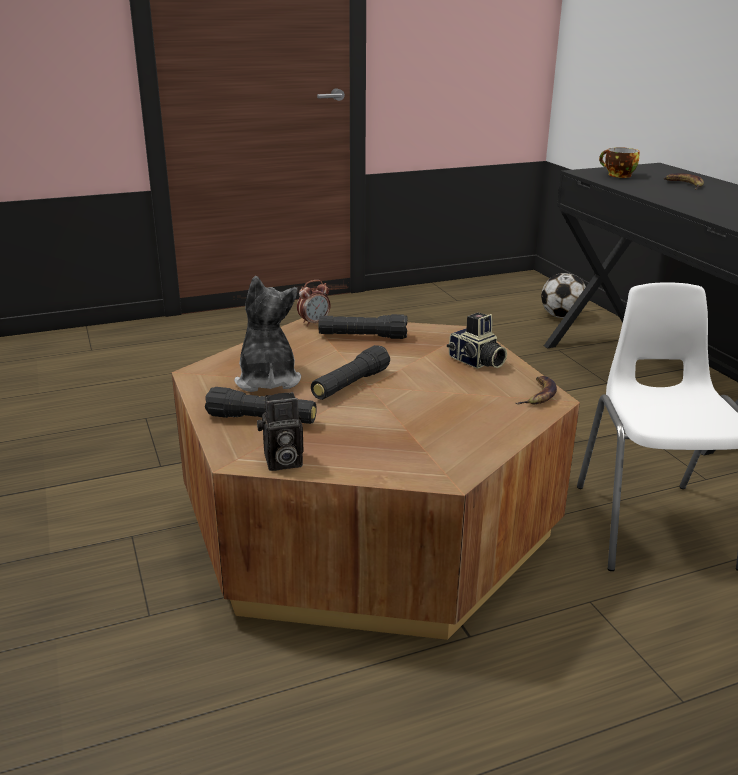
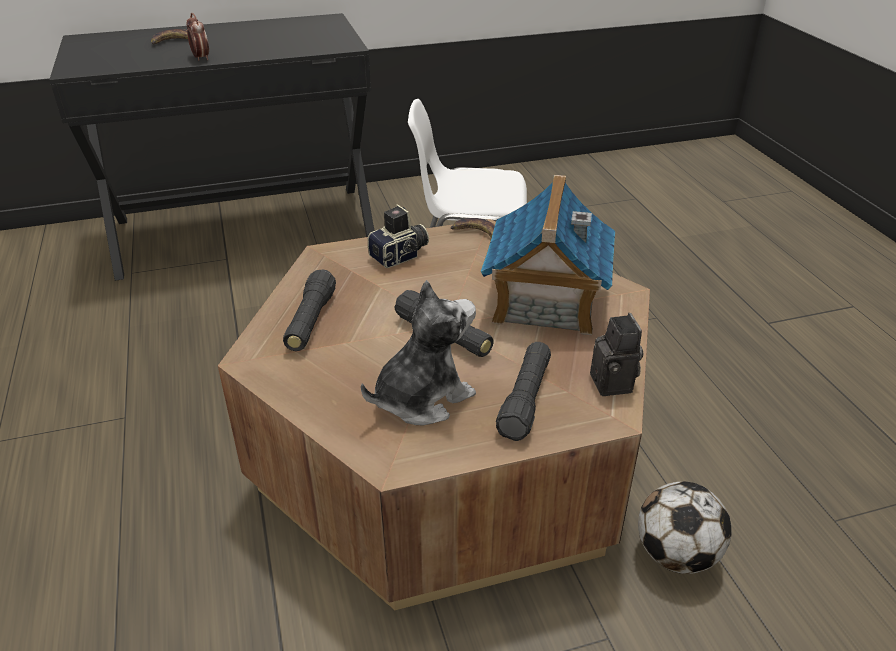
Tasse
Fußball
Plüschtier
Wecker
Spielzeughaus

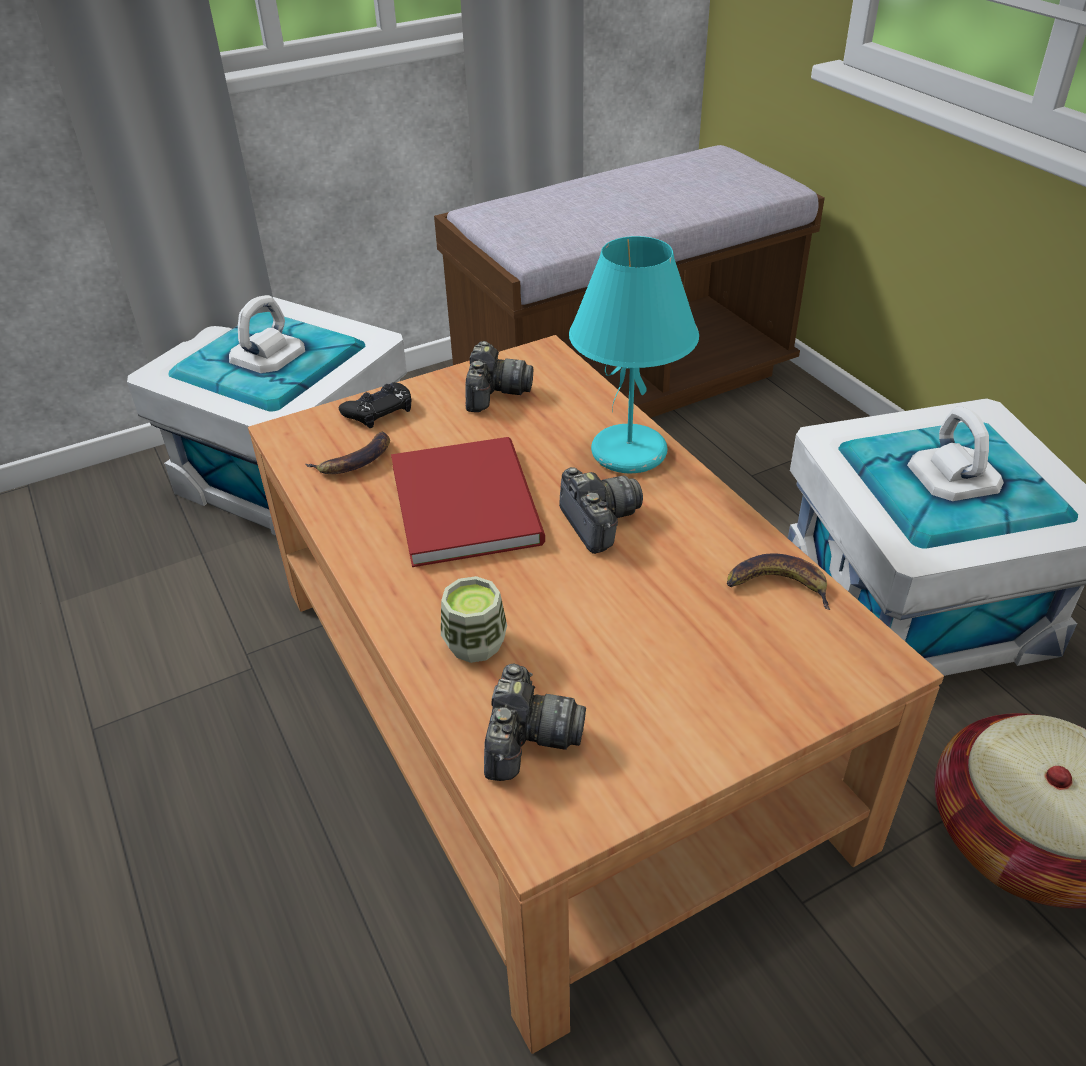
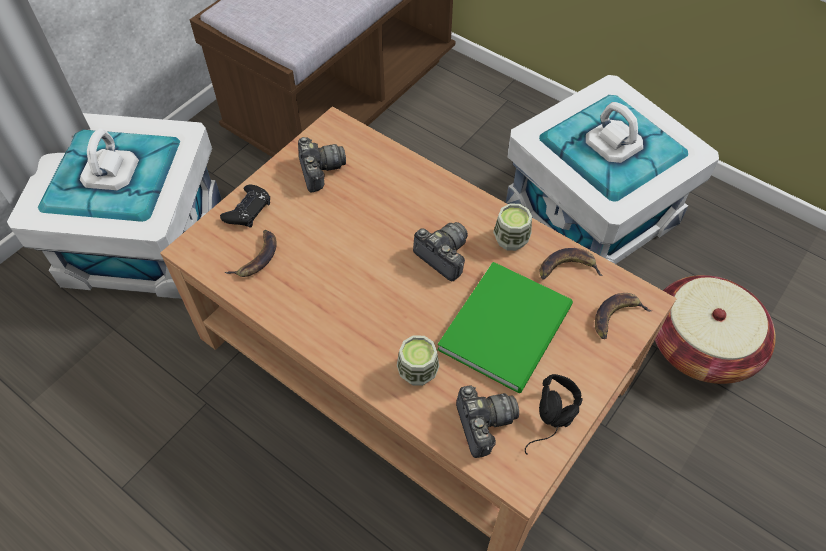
Tischlampe [türkis]
Buch [rot]
Tasse (2nd from left)
Buch [grün]
Banane (3rd from left)
Kopfhörer [schwarz]

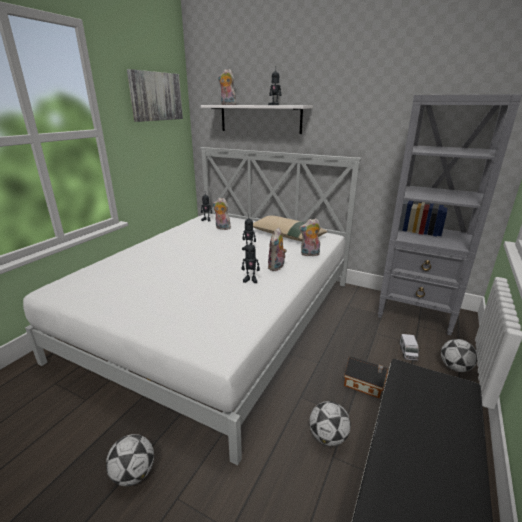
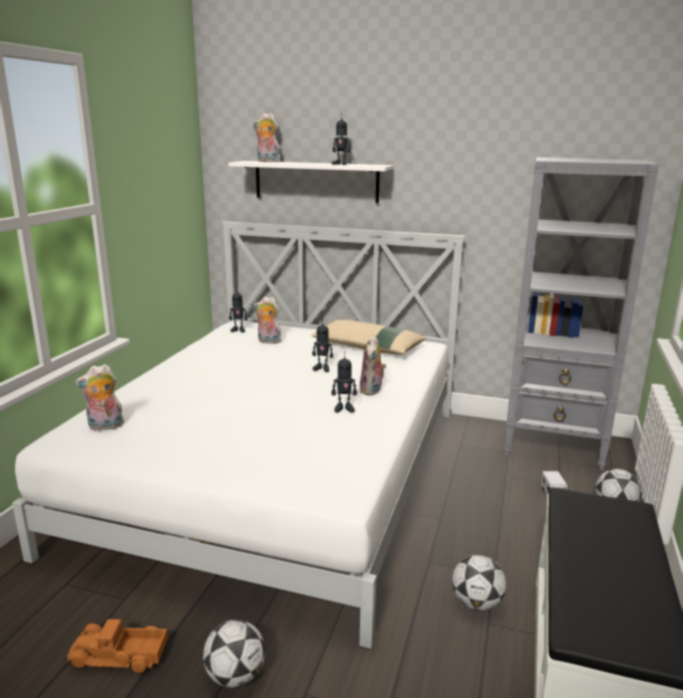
Bild
Plüschtier (1st from left)
Spielzeughaus
Spielzeuglaster (1st from left)

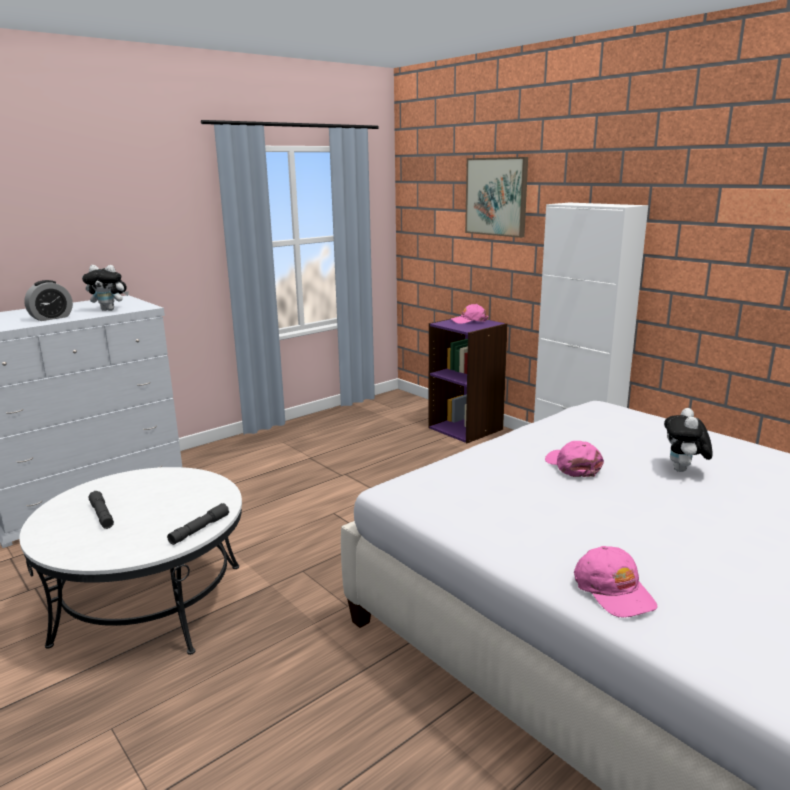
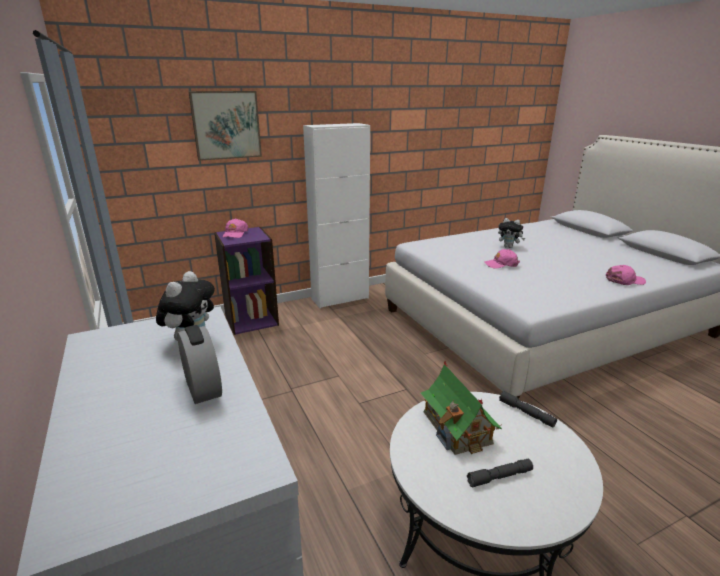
Spielzeughaus

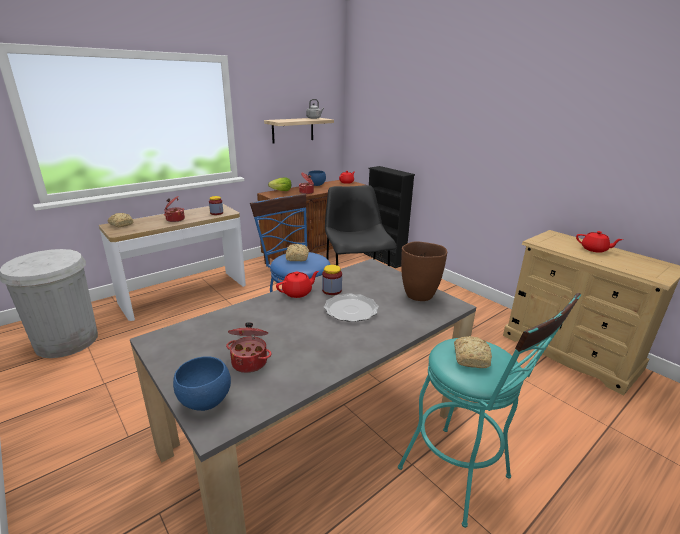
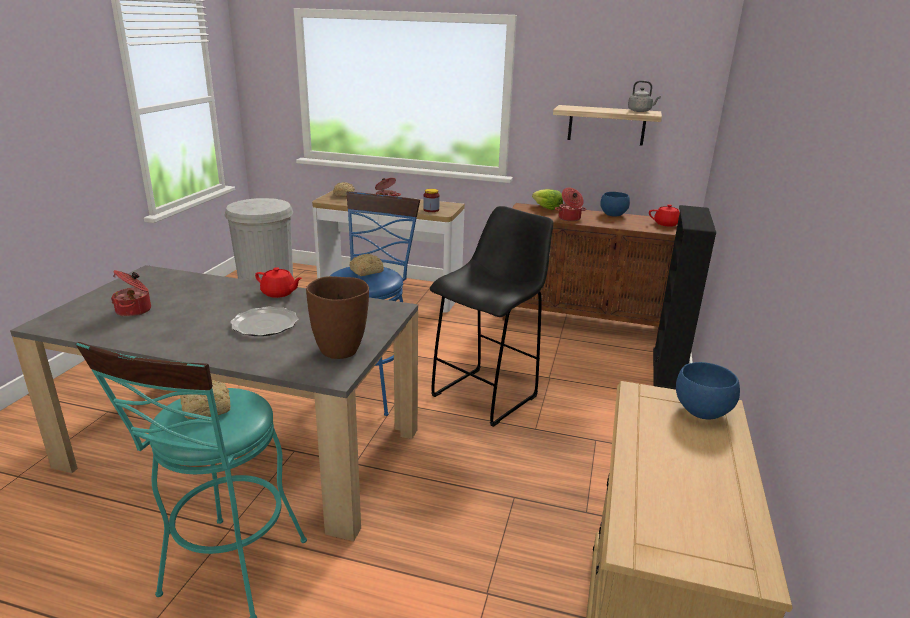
Teekanne [rot] (3rd from left in the first image)
Vorratsglas (2nd from left in the first image)
Schüssel [blau] (2nd from left)

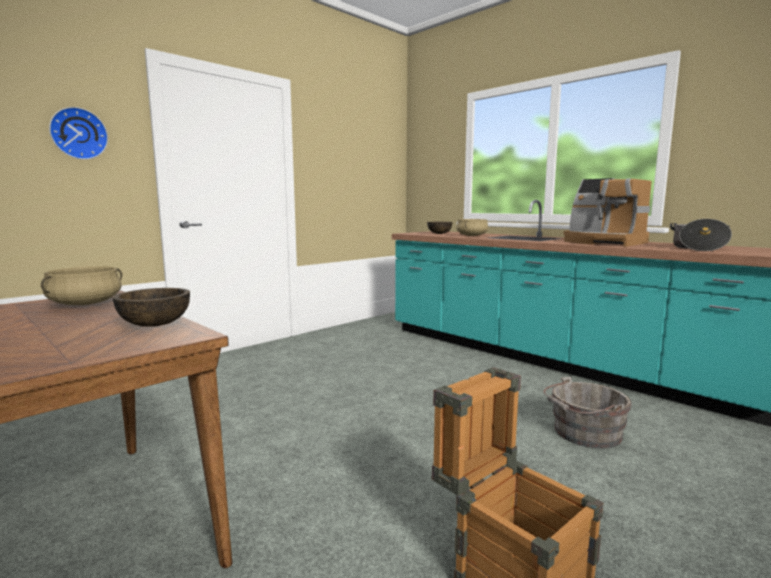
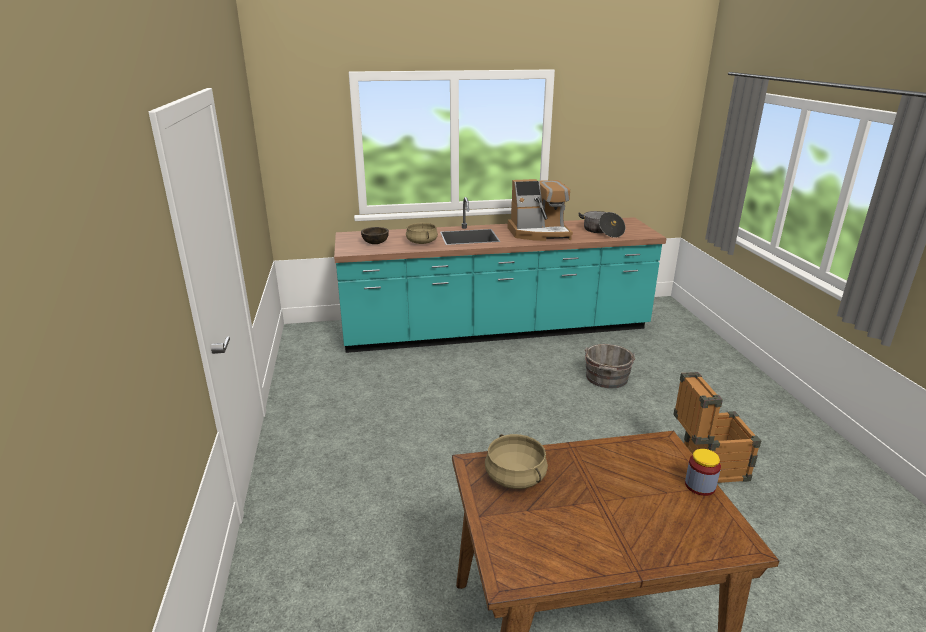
Wanduhr
Schüssel [braun] (1st from left in the first image)
Vorratsglas

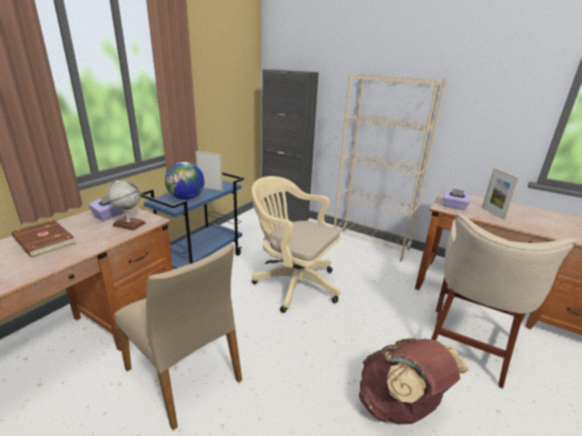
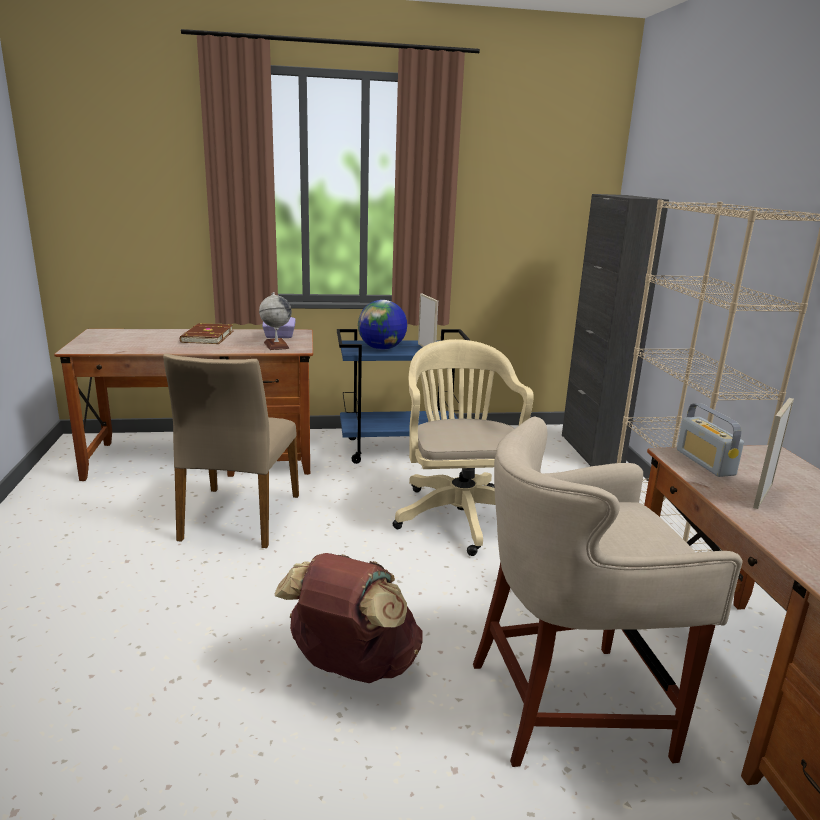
Radio

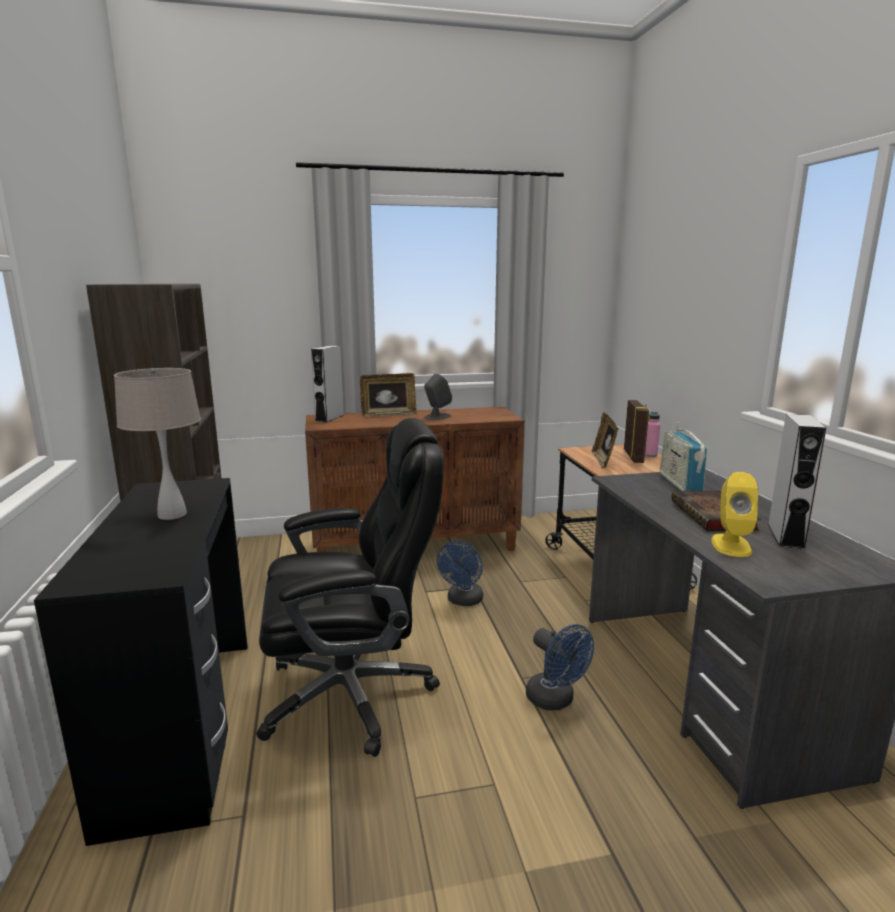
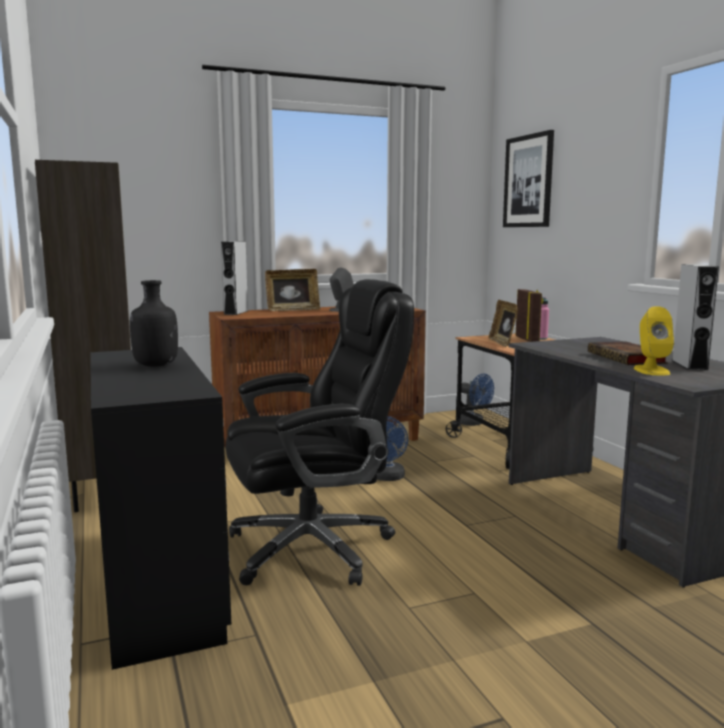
Flasche [schwarz]
Radio
Ventilator [blau] (2nd from left)
Bild

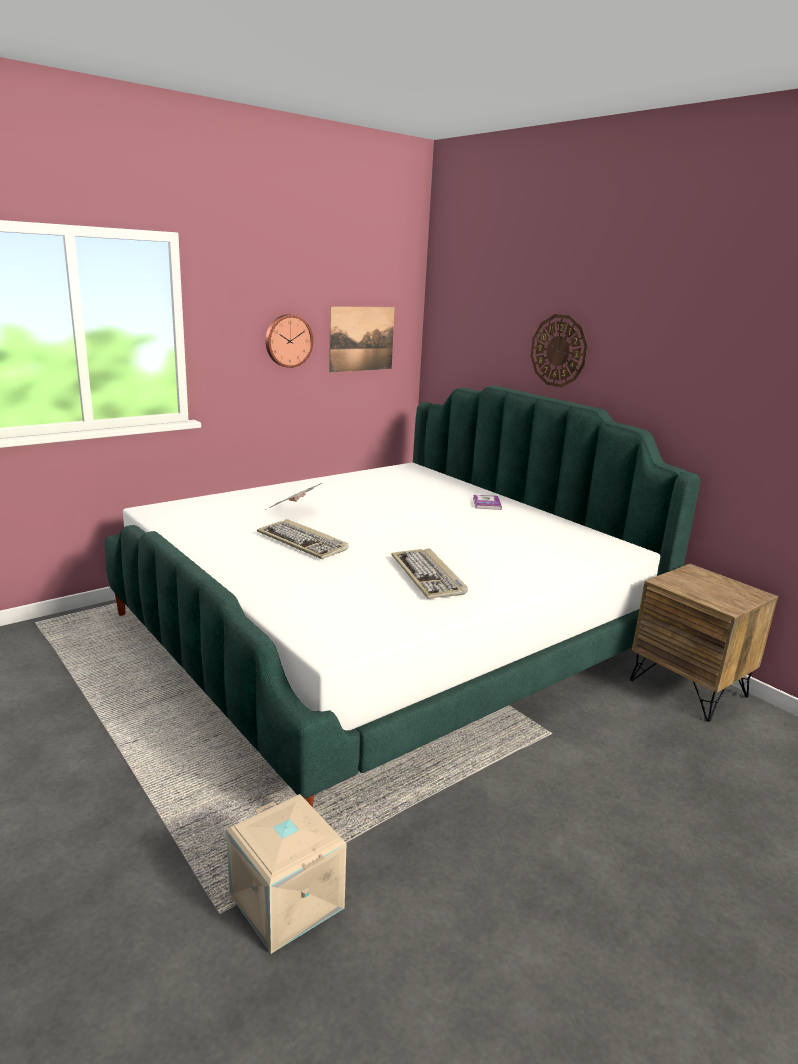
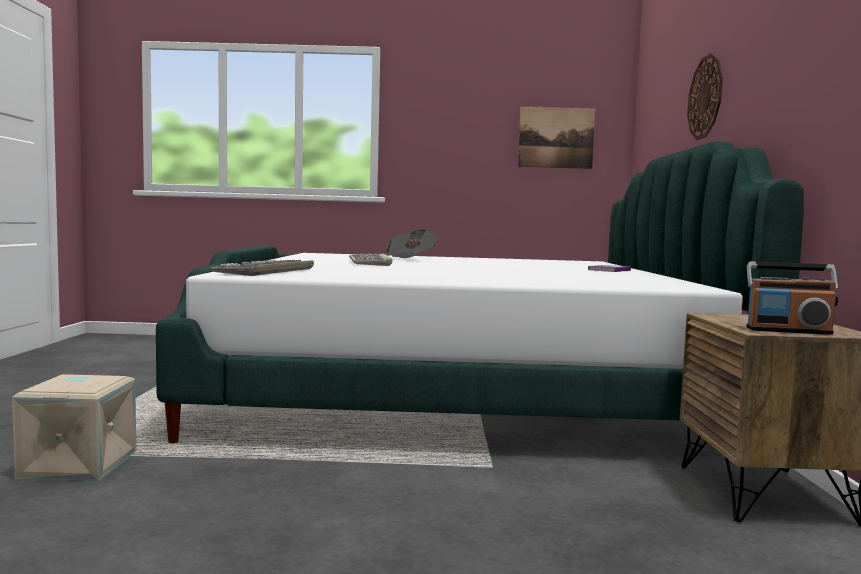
Wanduhr (1st from left in the first image)
Tastatur (1st from left)
Radio

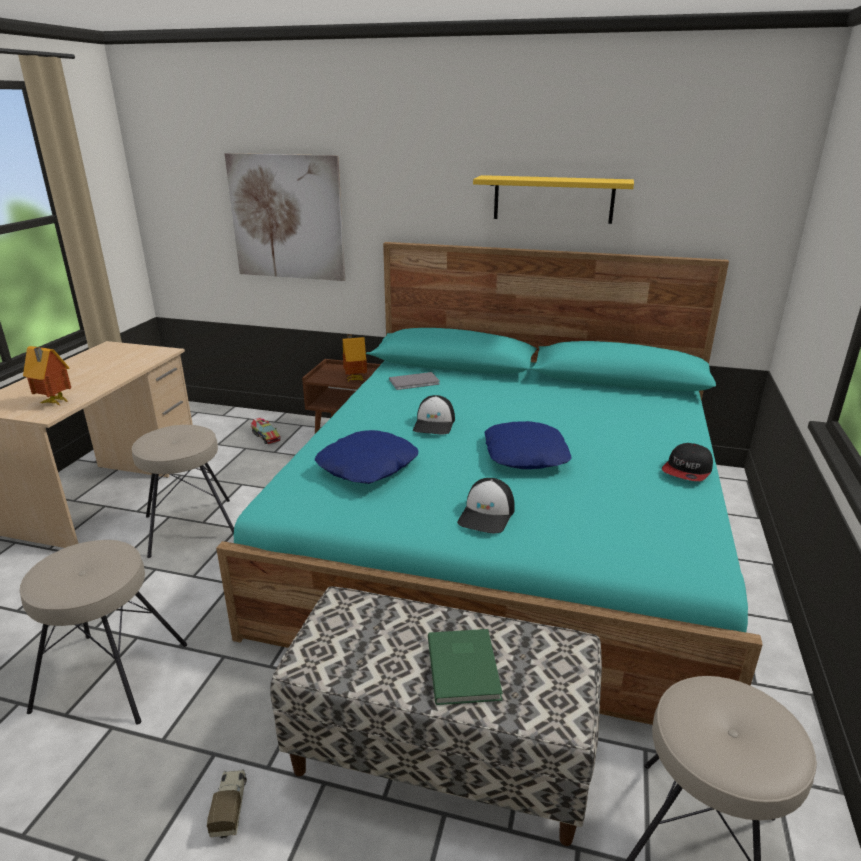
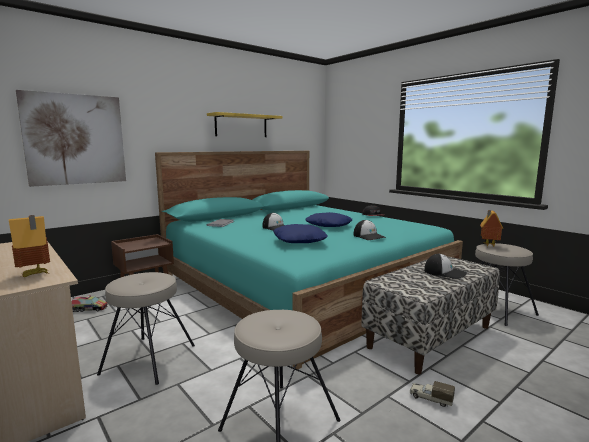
Spielzeughaus (2nd from left)
Kappe (4th from left)

